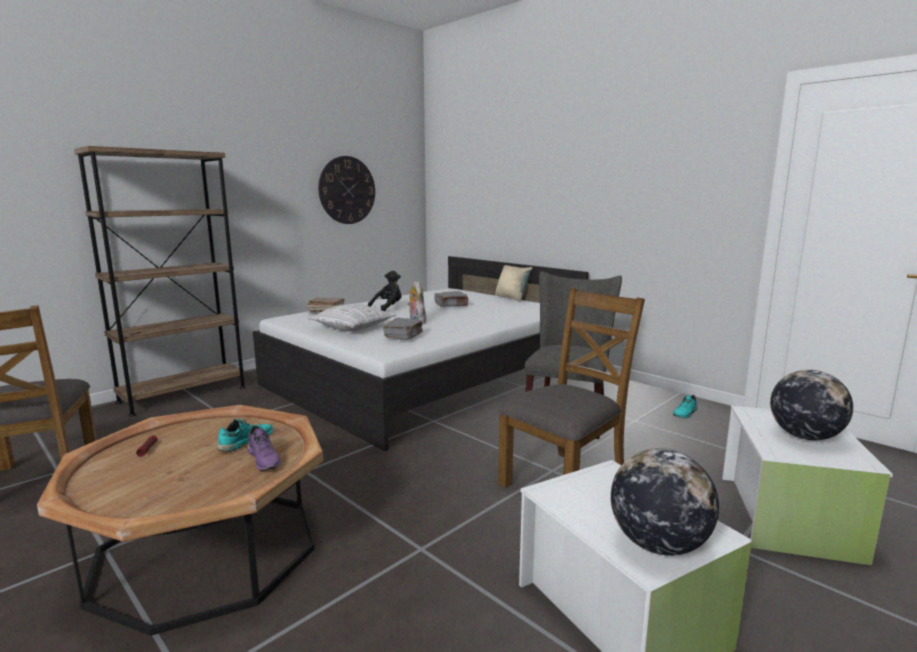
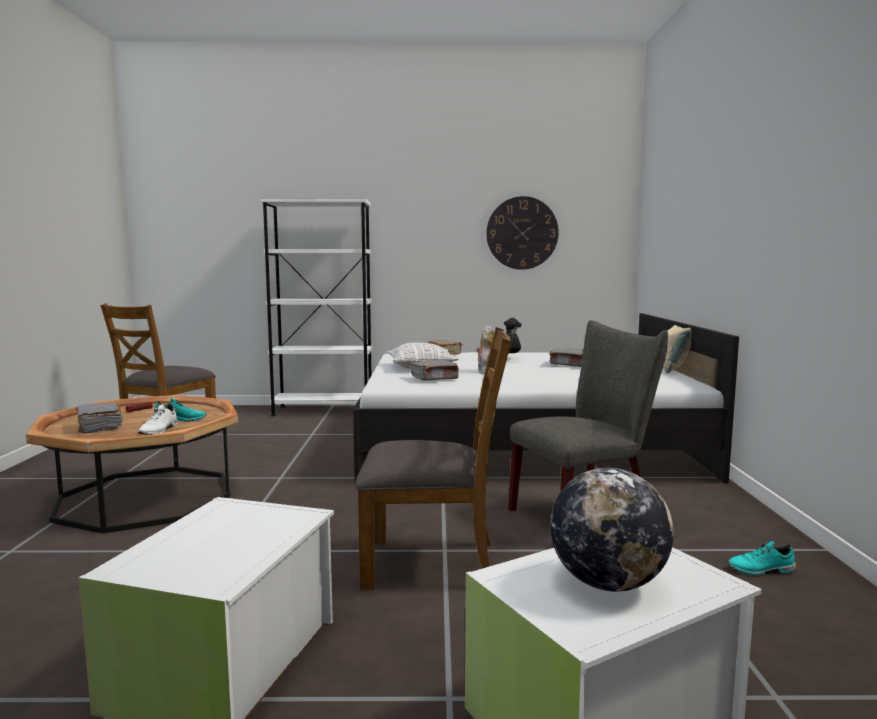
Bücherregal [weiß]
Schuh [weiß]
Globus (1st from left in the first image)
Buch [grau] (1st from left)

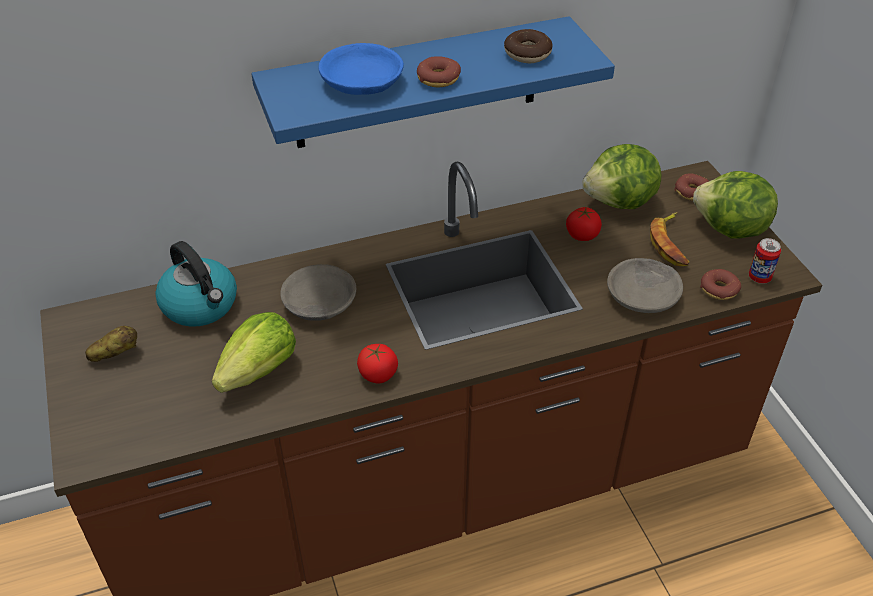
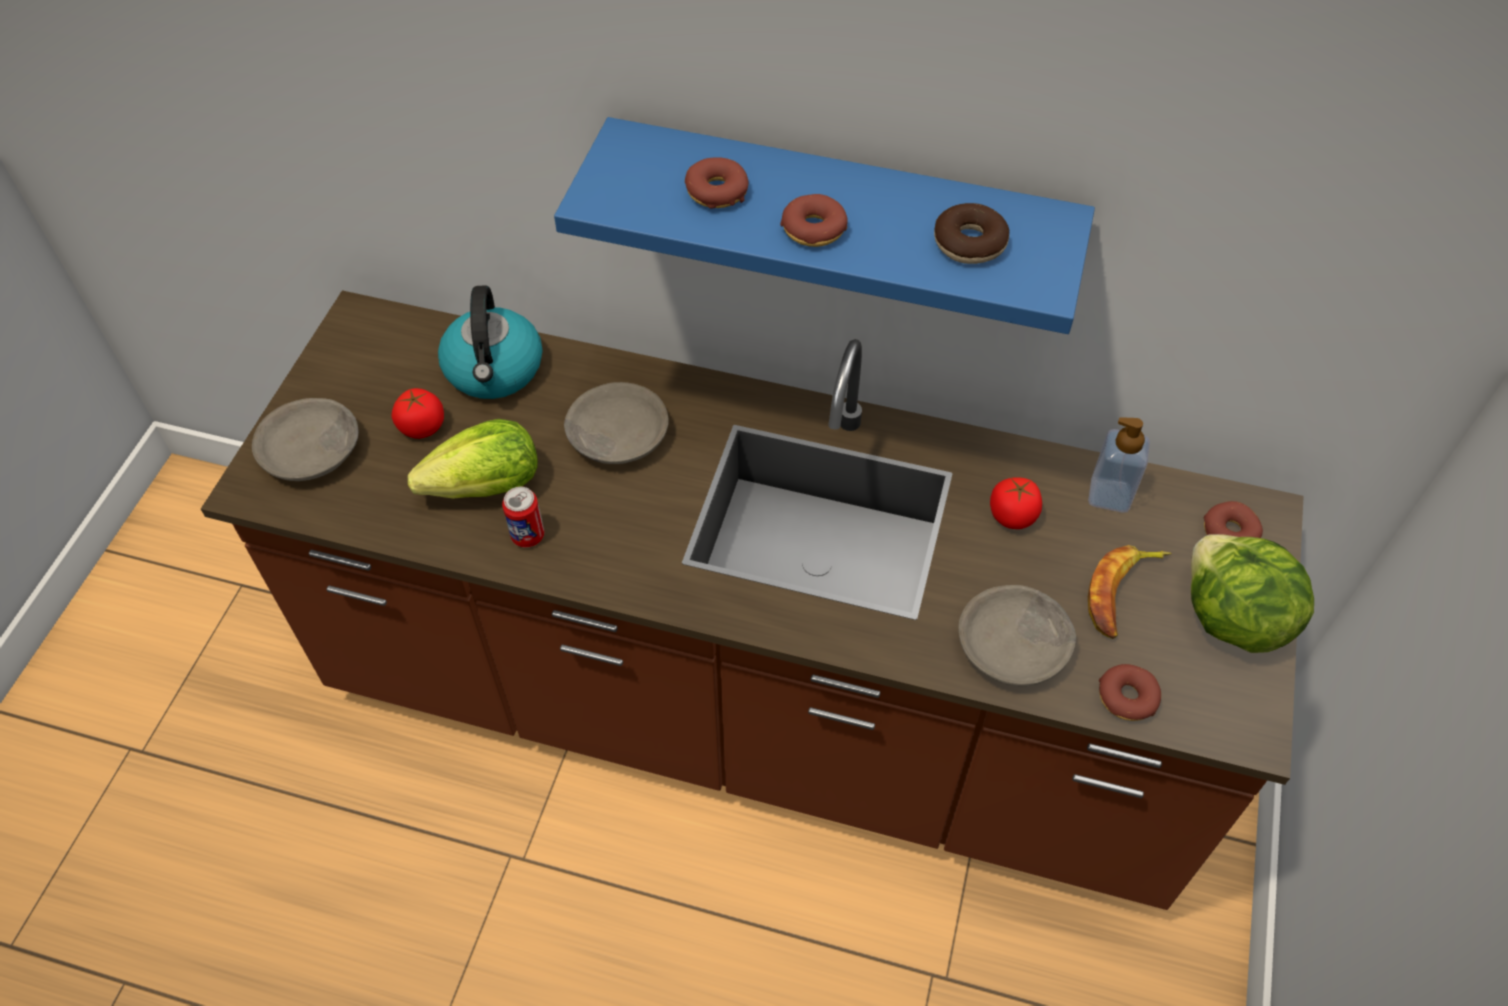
Donut (1st from left)
Seifenspender
Dose
Kartoffel
Tomate (1st from left)
Schüssel [grau] (1st from left)

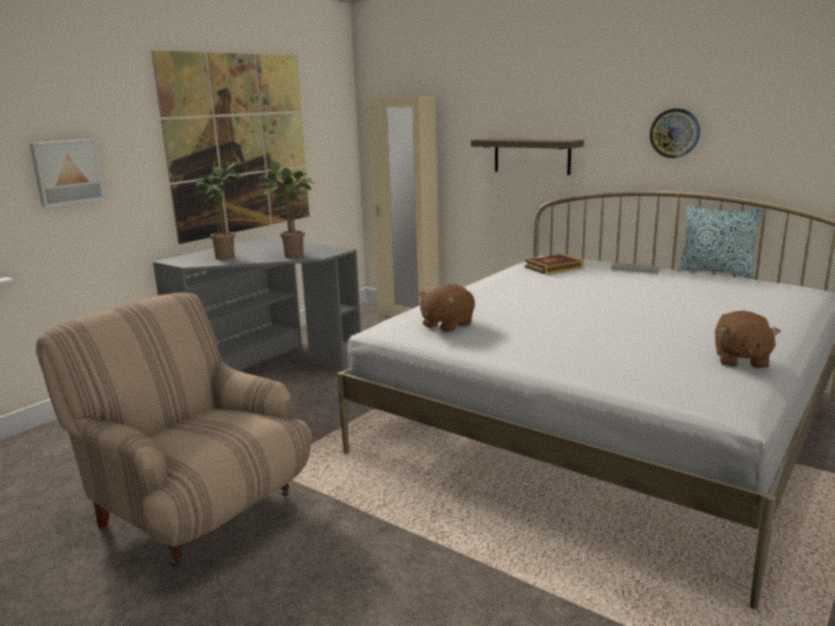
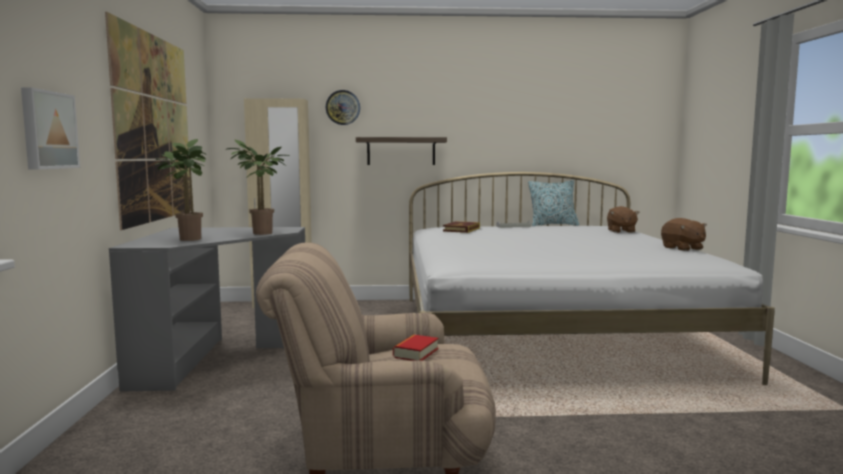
Wanduhr
Plüschtier [braun] (1st from left)
Buch (1st from left)

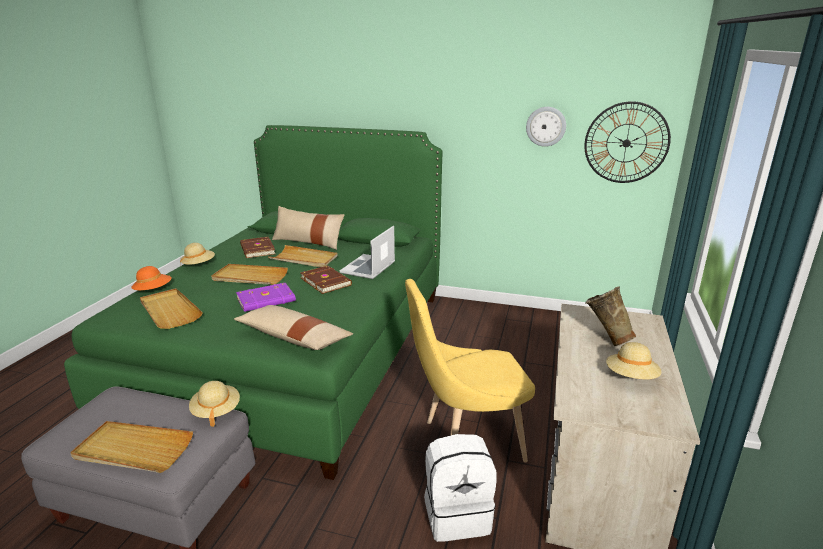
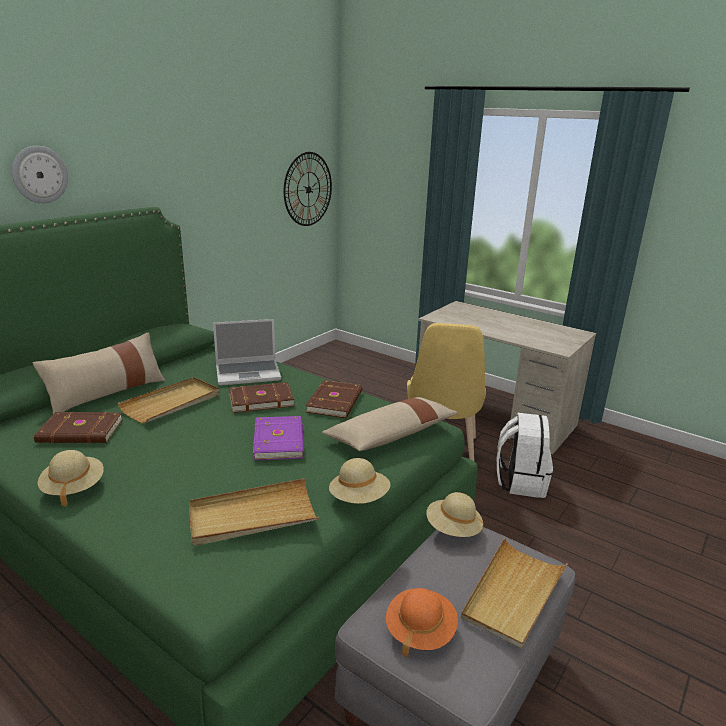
Wanduhr (1st from left)
Laptop
Tablett [beige] (3rd from left in the first image)
Hut [orange]
Vase [beige]
Hut [beige] (2nd from left)
Buch [braun] (3rd from left)

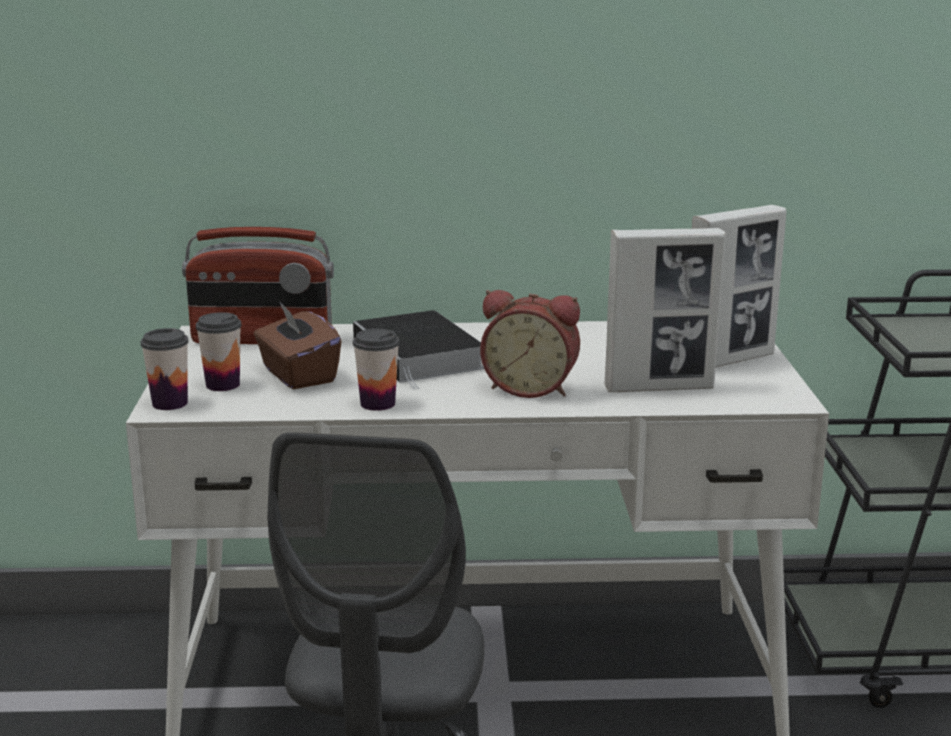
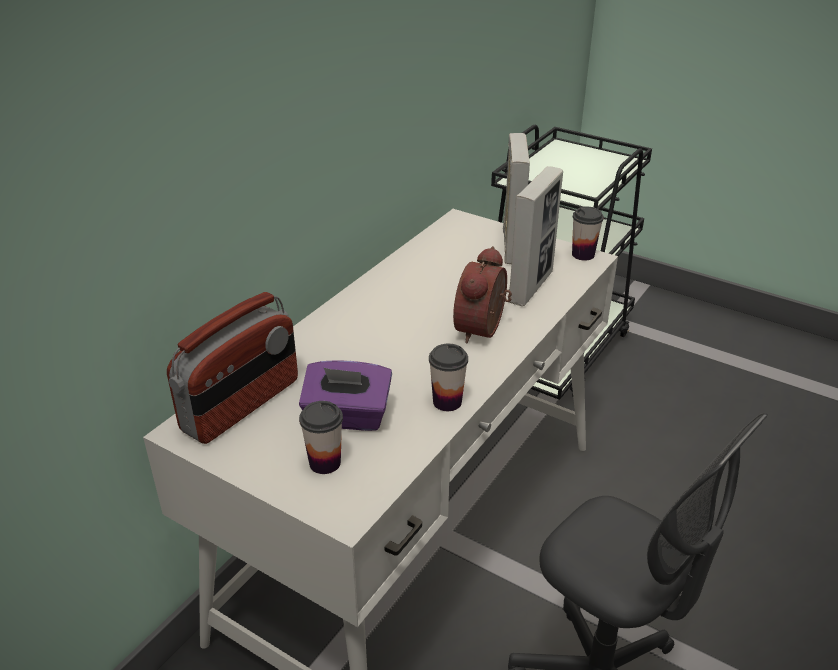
Wecker
Taschentuchbox [lila]
Buch
Tasse (3rd from left)

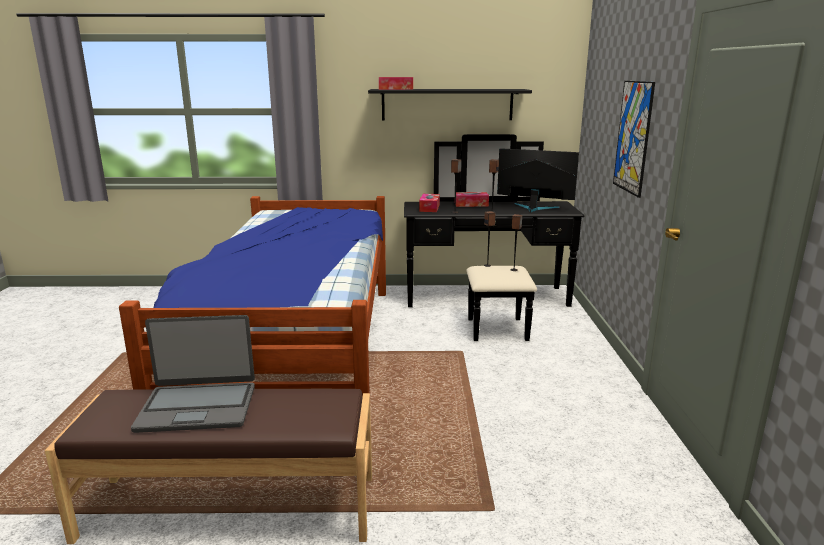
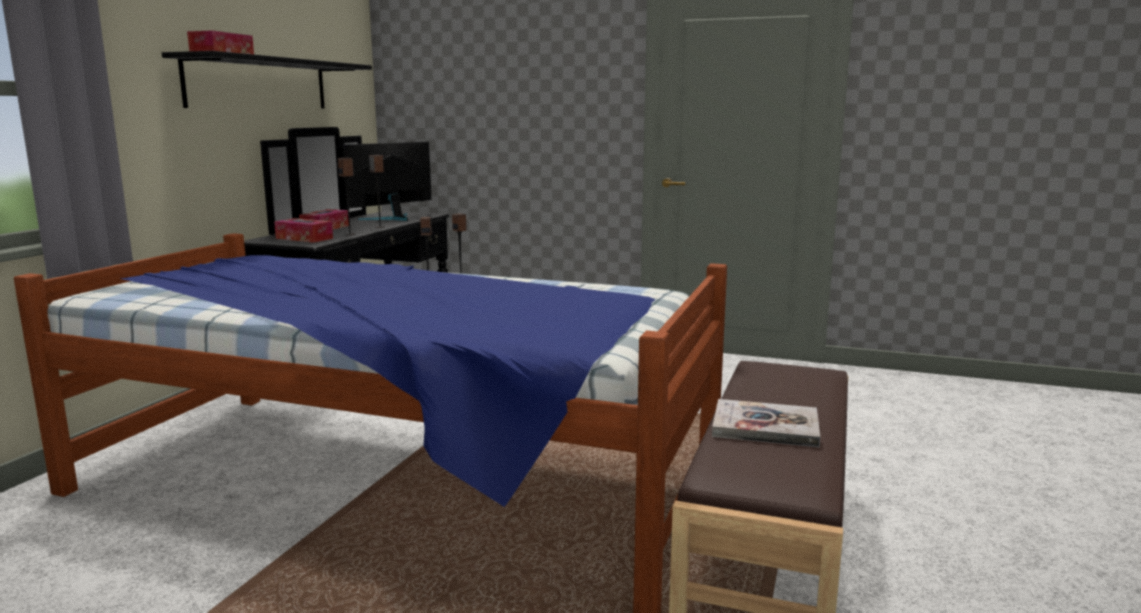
Bild
Buch

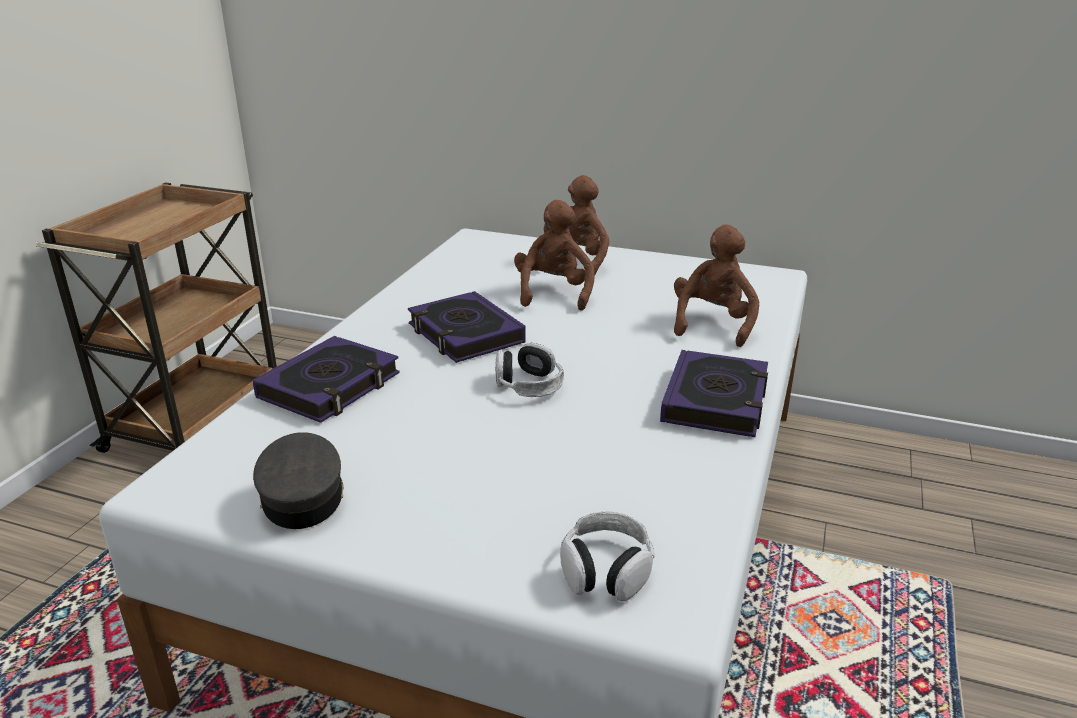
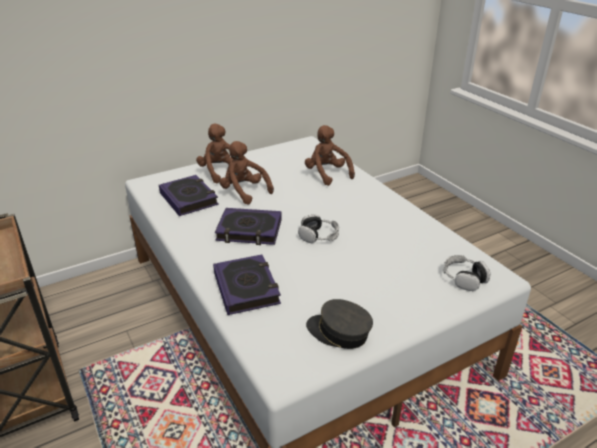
Buch (1st from left)

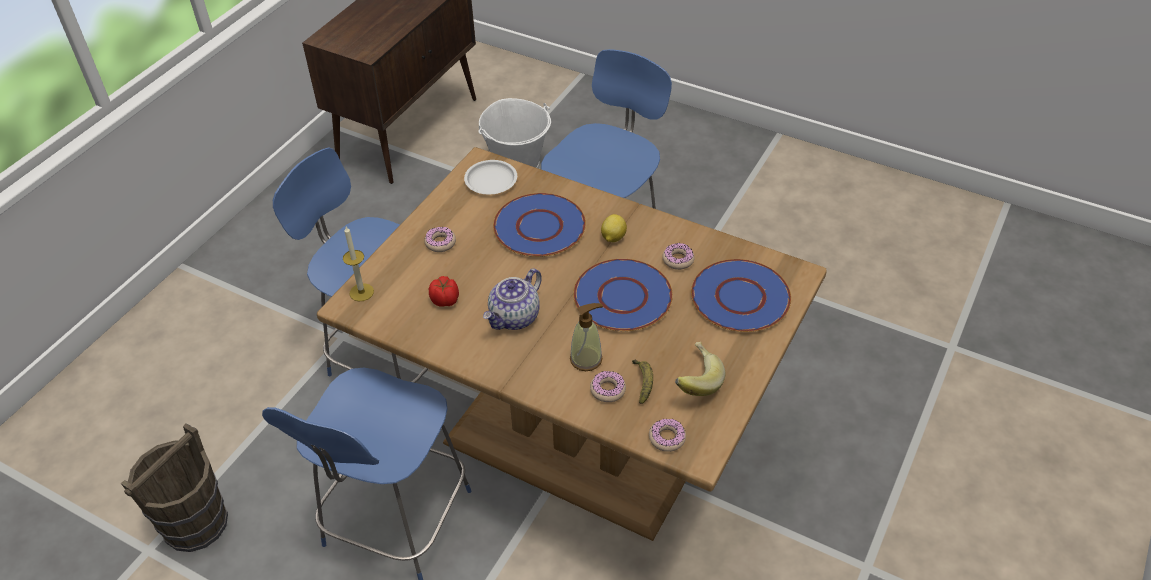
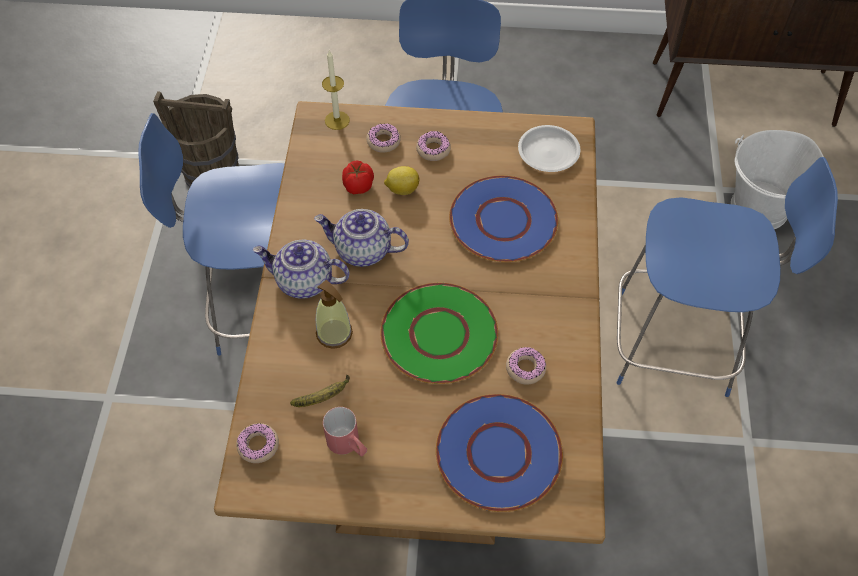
Zitrone
Teller [grün]
Henkelbecher [rot]
Donut (2nd from left)
Teekanne (1st from left)

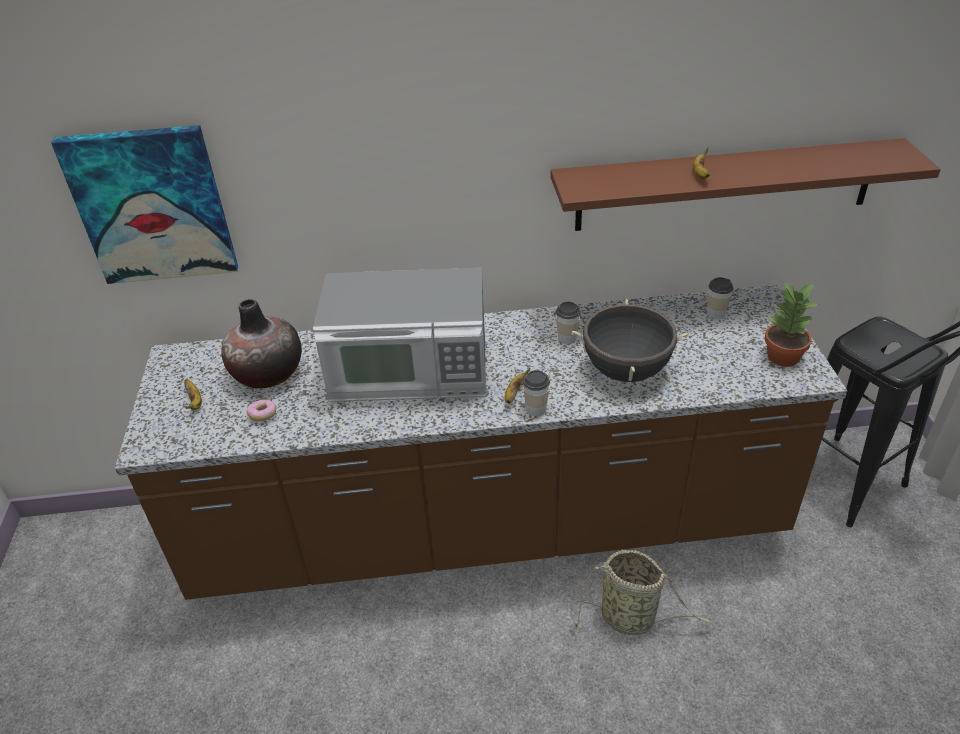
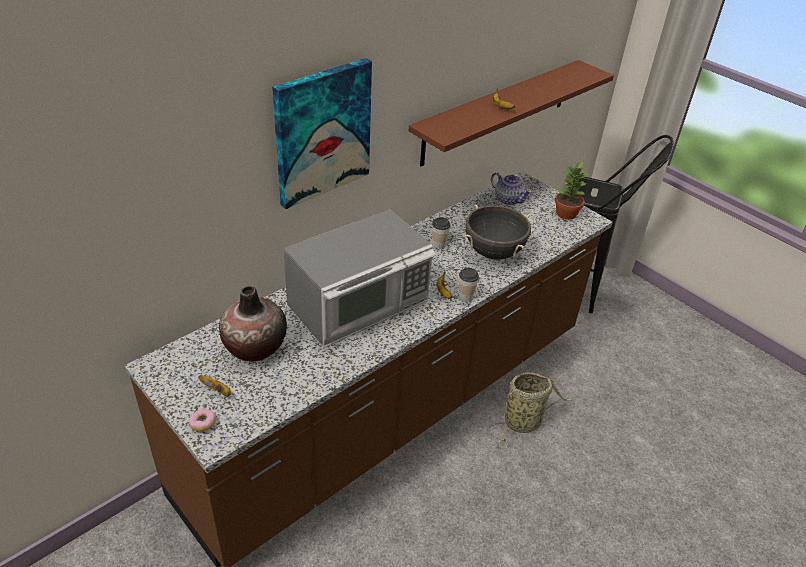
Bild
Teekanne
Donut

